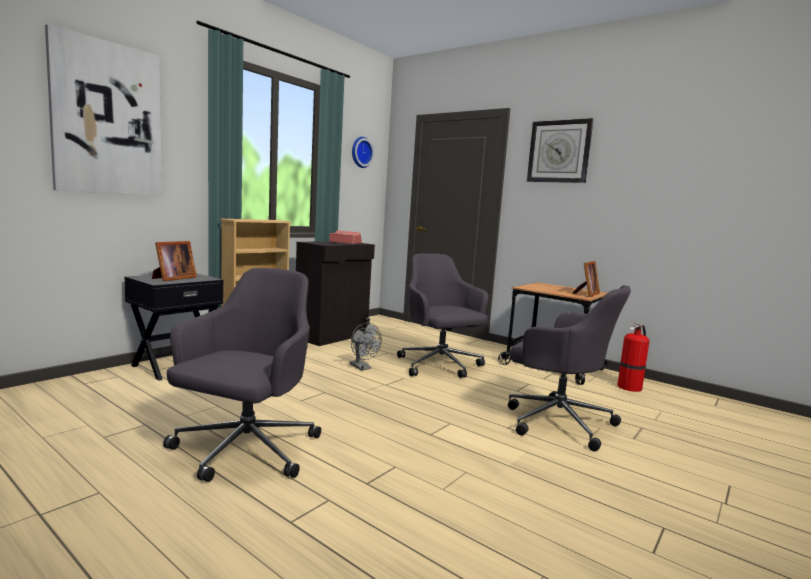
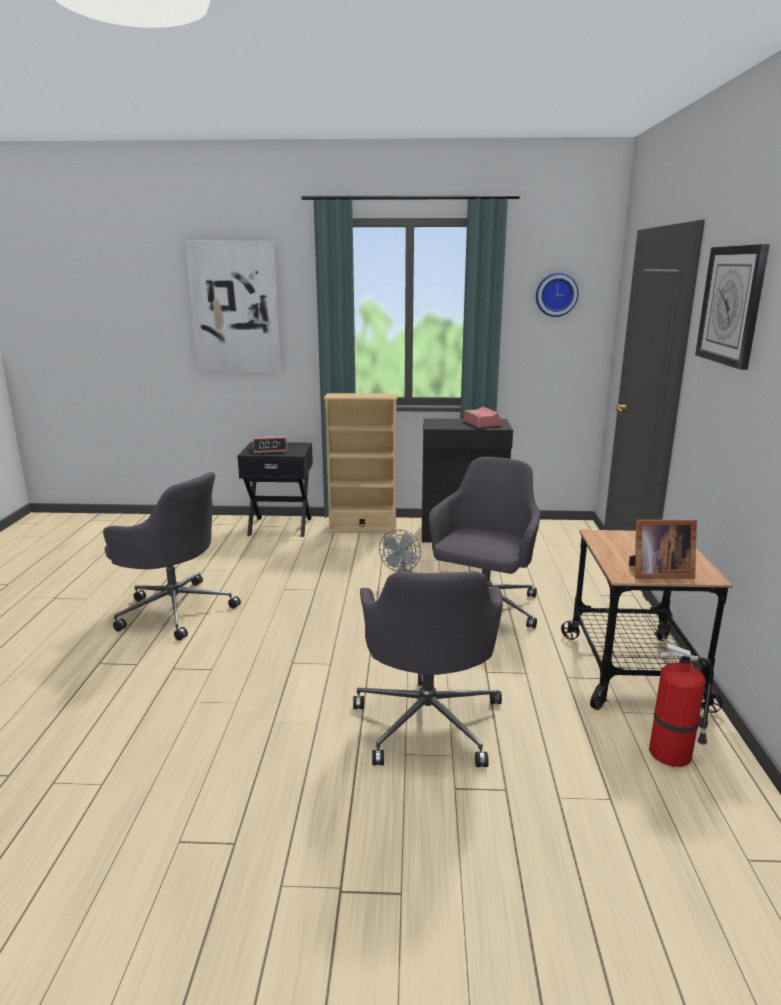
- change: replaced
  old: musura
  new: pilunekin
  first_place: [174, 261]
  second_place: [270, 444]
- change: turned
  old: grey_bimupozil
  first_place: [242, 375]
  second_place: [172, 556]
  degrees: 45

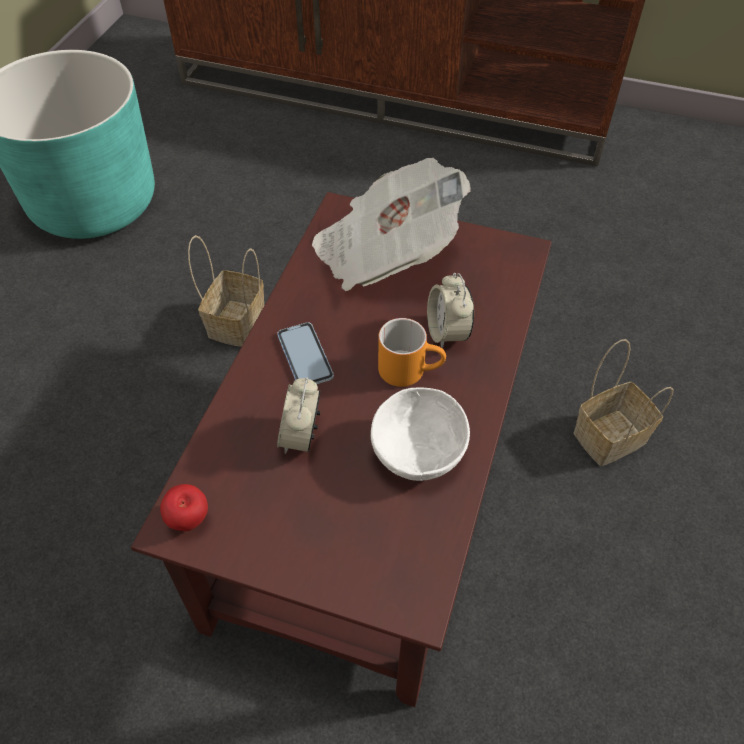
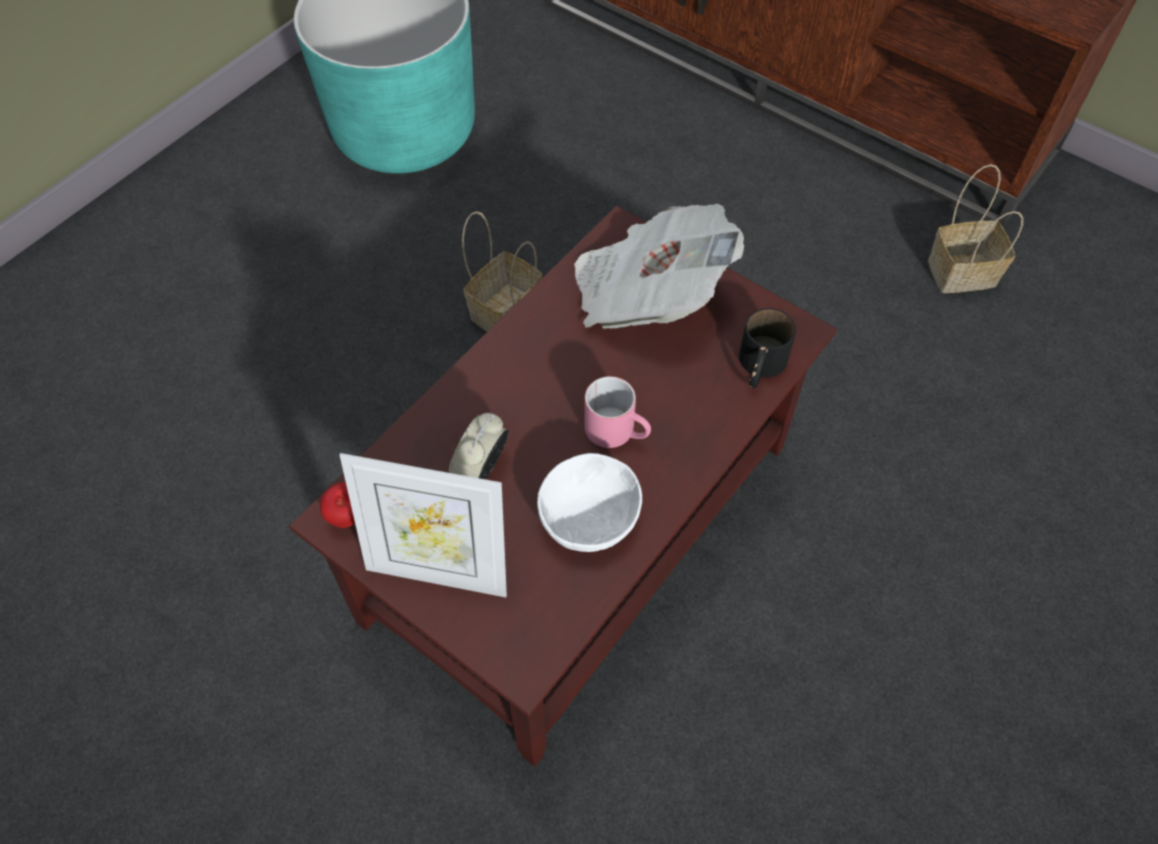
- change: removed
  old: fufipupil
  first_place: [305, 353]
- change: recoloured
  old: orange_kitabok
  new: pink_kitabok
  first_place: [412, 352]
  second_place: [618, 412]
- change: removed
  old: pilunekin
  first_place: [450, 311]
- change: moved
  old: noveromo
  first_place: [623, 402]
  second_place: [975, 228]
- change: added
  new: musura
  second_place: [423, 525]
- change: added
  new: black_kitabok
  second_place: [767, 348]

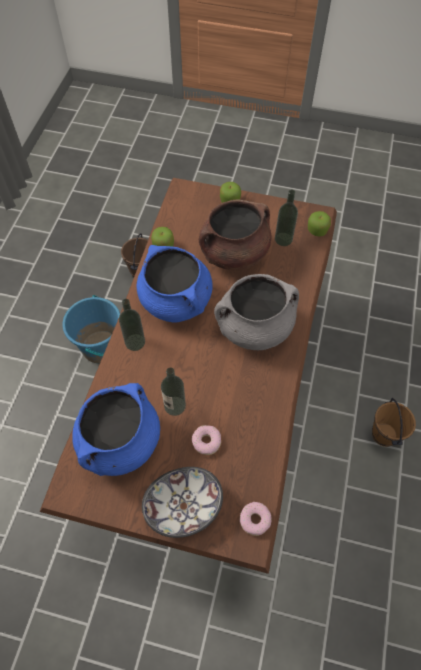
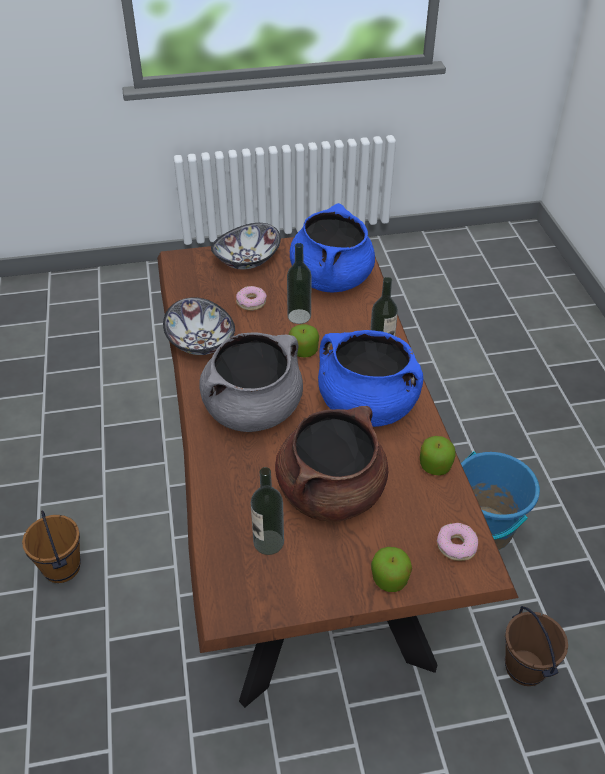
- change: moved
  old: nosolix
  first_place: [256, 519]
  second_place: [457, 542]
- change: moved
  old: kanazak
  first_place: [319, 224]
  second_place: [303, 341]
- change: added
  new: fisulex
  second_place: [199, 326]

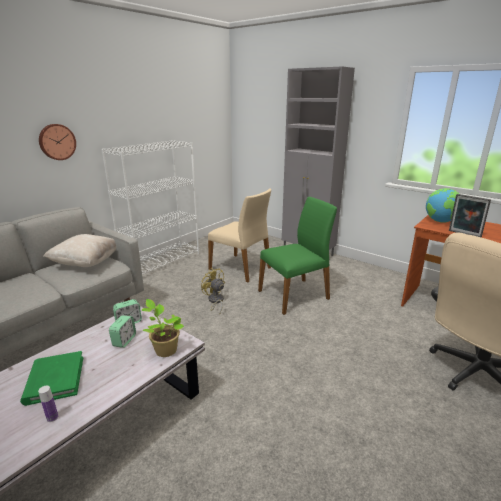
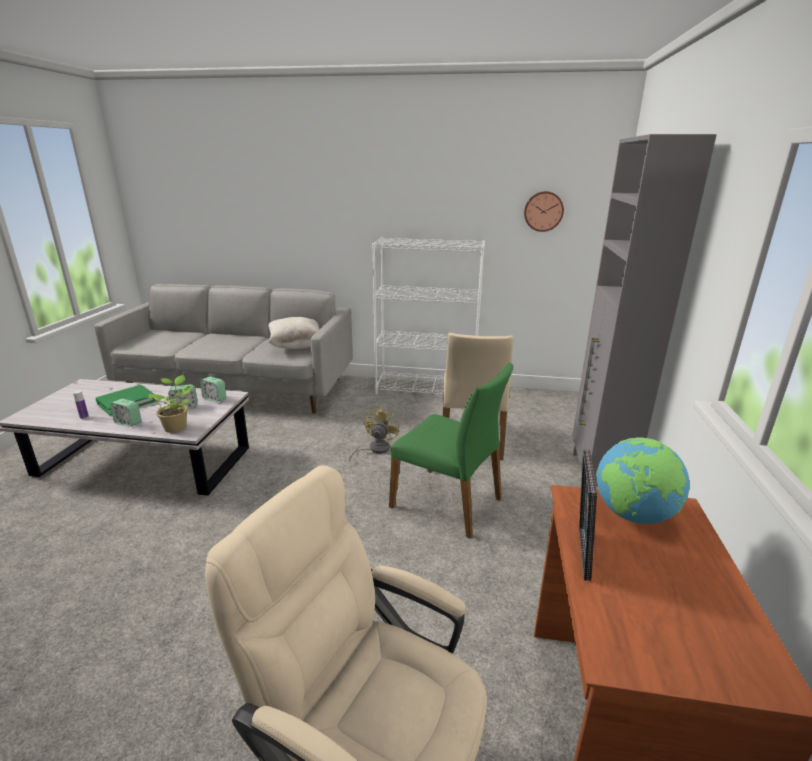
- change: moved
  old: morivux
  first_place: [57, 142]
  second_place: [544, 211]
- change: added
  new: pilunekin
  second_place: [125, 413]

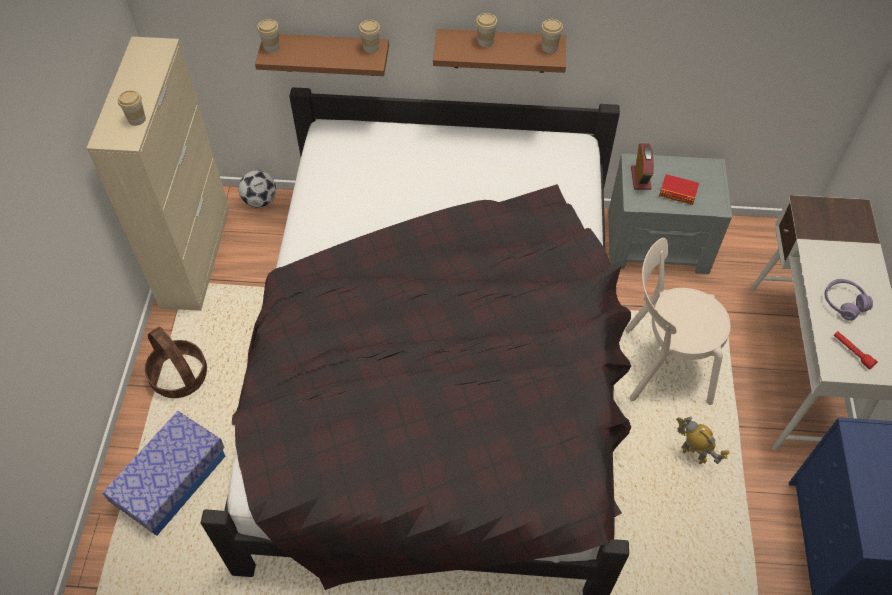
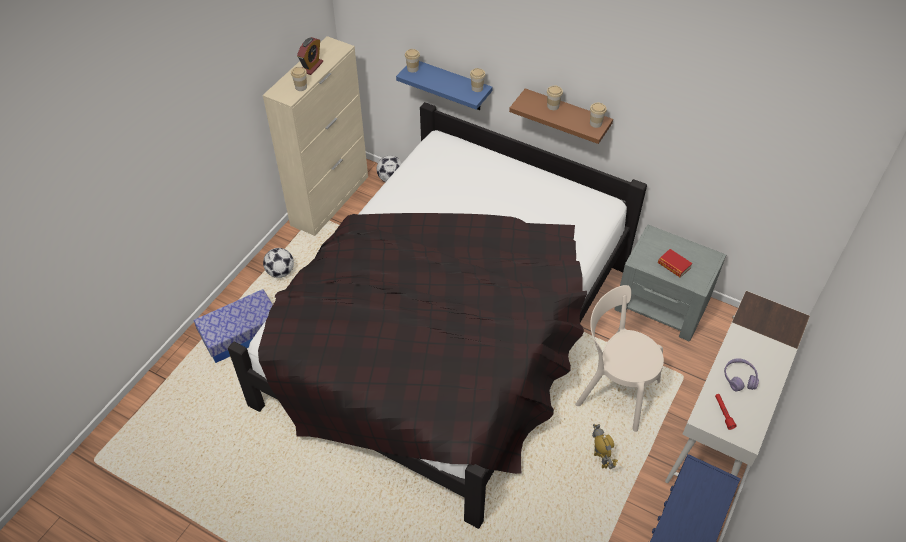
- change: replaced
  old: noveromo
  new: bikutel
  first_place: [176, 362]
  second_place: [278, 263]
- change: recoloured
  old: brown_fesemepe
  new: blue_fesemepe
  first_place: [322, 55]
  second_place: [444, 85]
- change: moved
  old: pilunekin
  first_place: [642, 167]
  second_place: [310, 56]

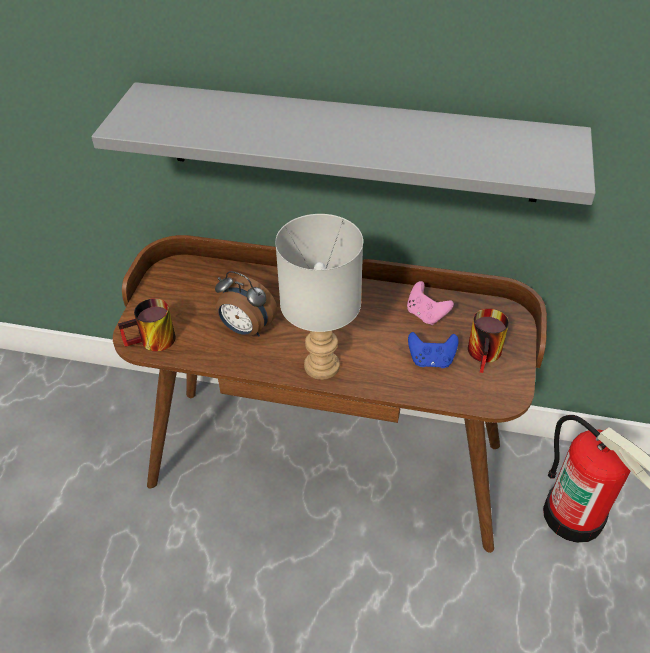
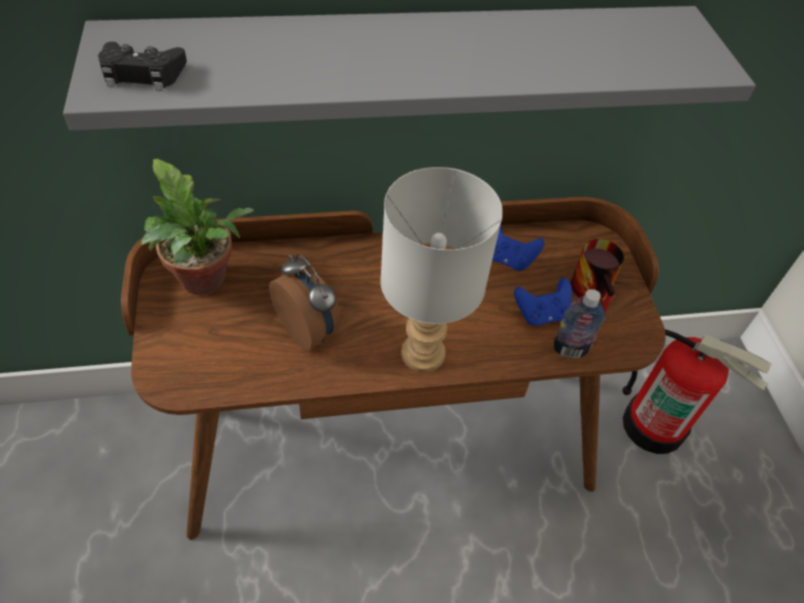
- change: removed
  old: kitabok
  first_place: [146, 325]
- change: turned
  old: pilunekin
  first_place: [246, 303]
  second_place: [304, 302]
  degrees: -135
- change: recoloured
  old: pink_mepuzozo
  new: blue_mepuzozo
  first_place: [430, 303]
  second_place: [518, 248]
- change: added
  new: black_mepuzozo
  second_place: [142, 66]
- change: added
  new: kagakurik
  second_place: [197, 227]
- change: added
  new: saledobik
  second_place: [579, 323]

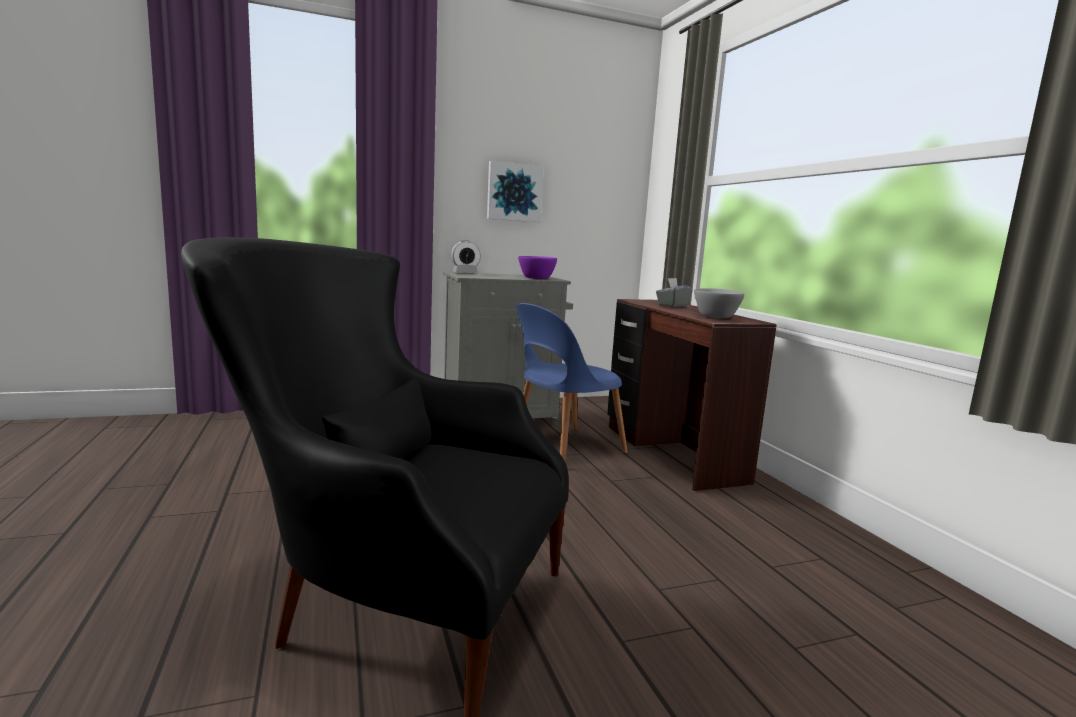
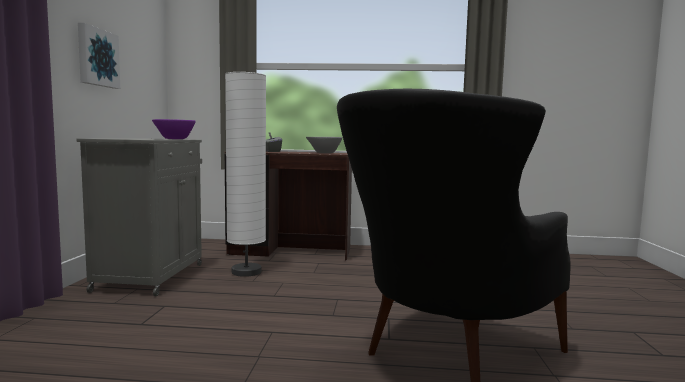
- change: removed
  old: pilunekin
  first_place: [466, 256]
- change: replaced
  old: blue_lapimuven
  new: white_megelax
  first_place: [572, 383]
  second_place: [245, 174]

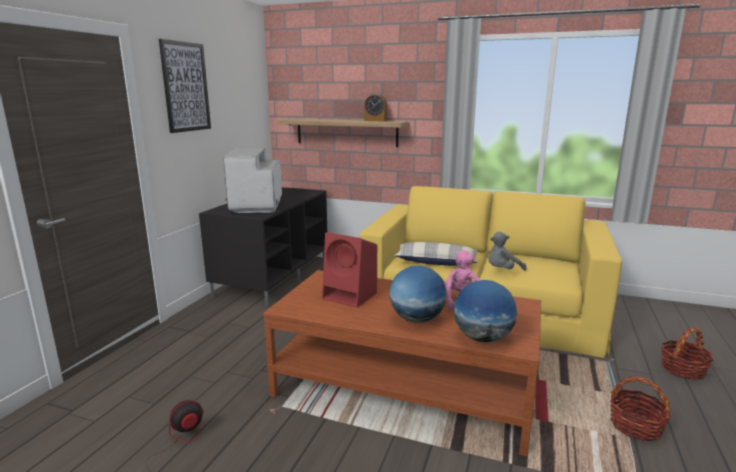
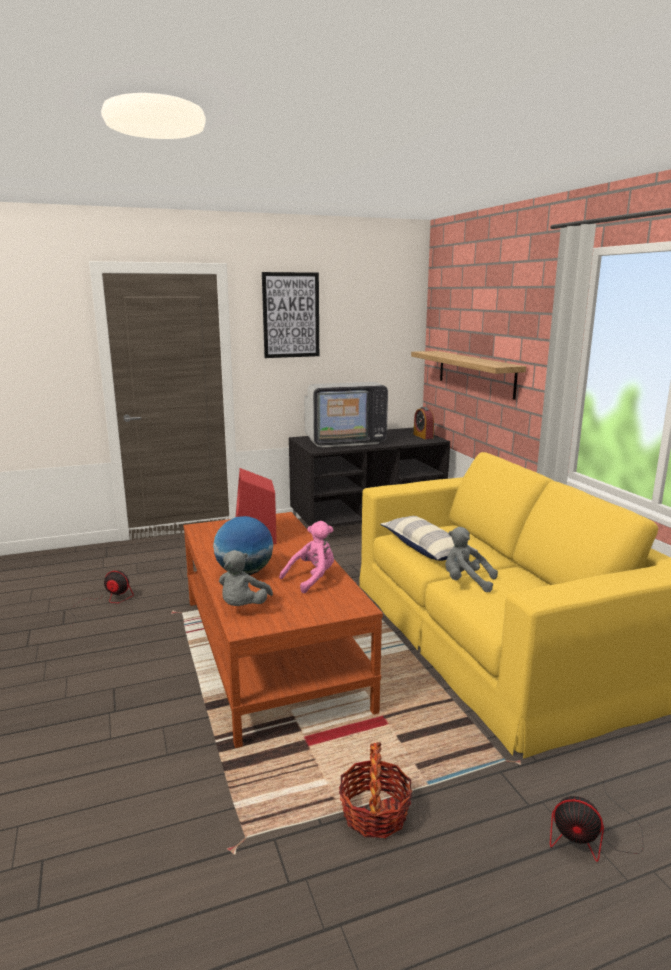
- change: turned
  old: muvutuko
  first_place: [253, 180]
  second_place: [346, 414]
  degrees: -150
- change: moved
  old: pilunekin
  first_place: [375, 107]
  second_place: [424, 423]
- change: replaced
  old: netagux
  new: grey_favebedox
  first_place: [485, 311]
  second_place: [246, 578]
- change: replaced
  old: noveromo
  new: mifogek
  first_place: [687, 353]
  second_place: [596, 825]

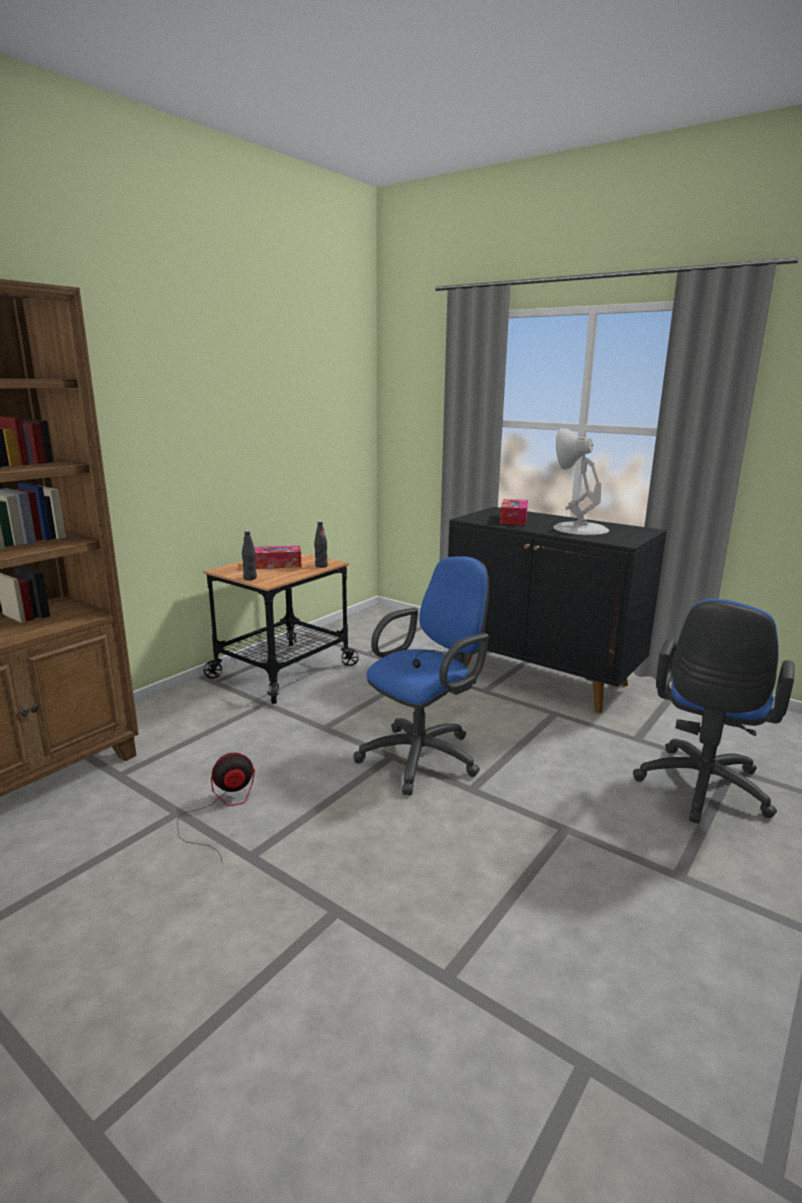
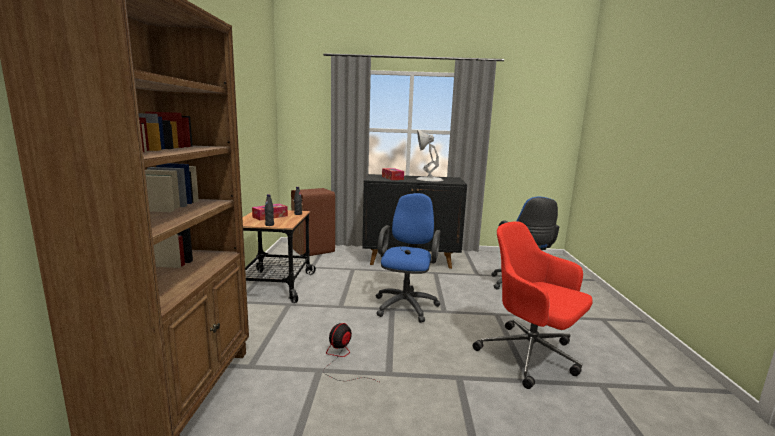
- change: added
  new: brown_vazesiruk
  second_place: [313, 222]
- change: added
  new: red_bimupozil
  second_place: [533, 305]

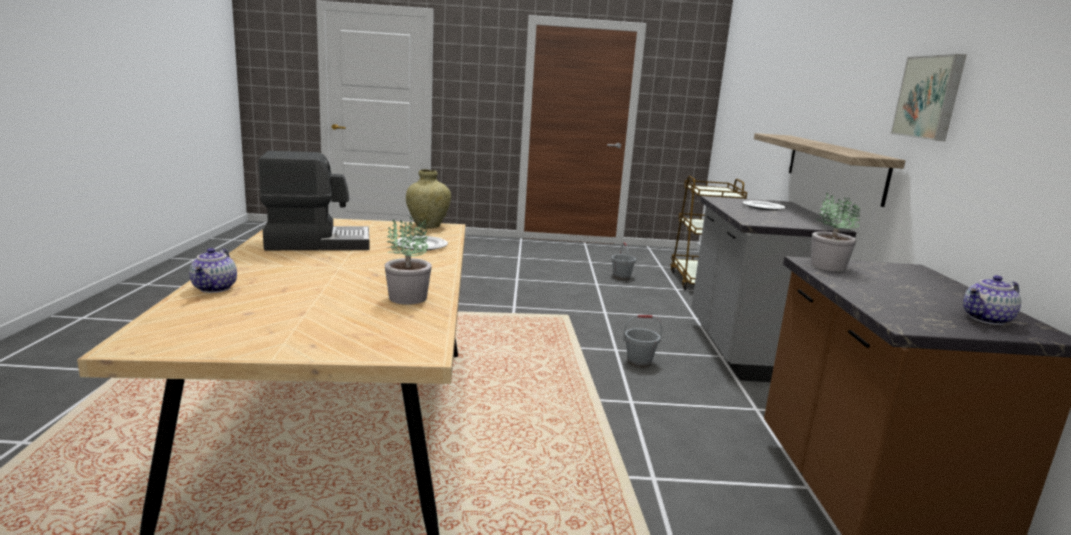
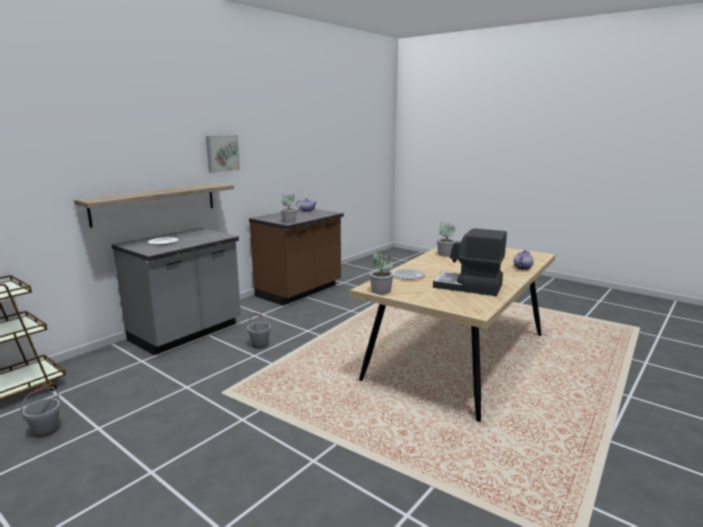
- change: replaced
  old: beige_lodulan
  new: kagakurik
  first_place: [428, 199]
  second_place: [381, 272]

